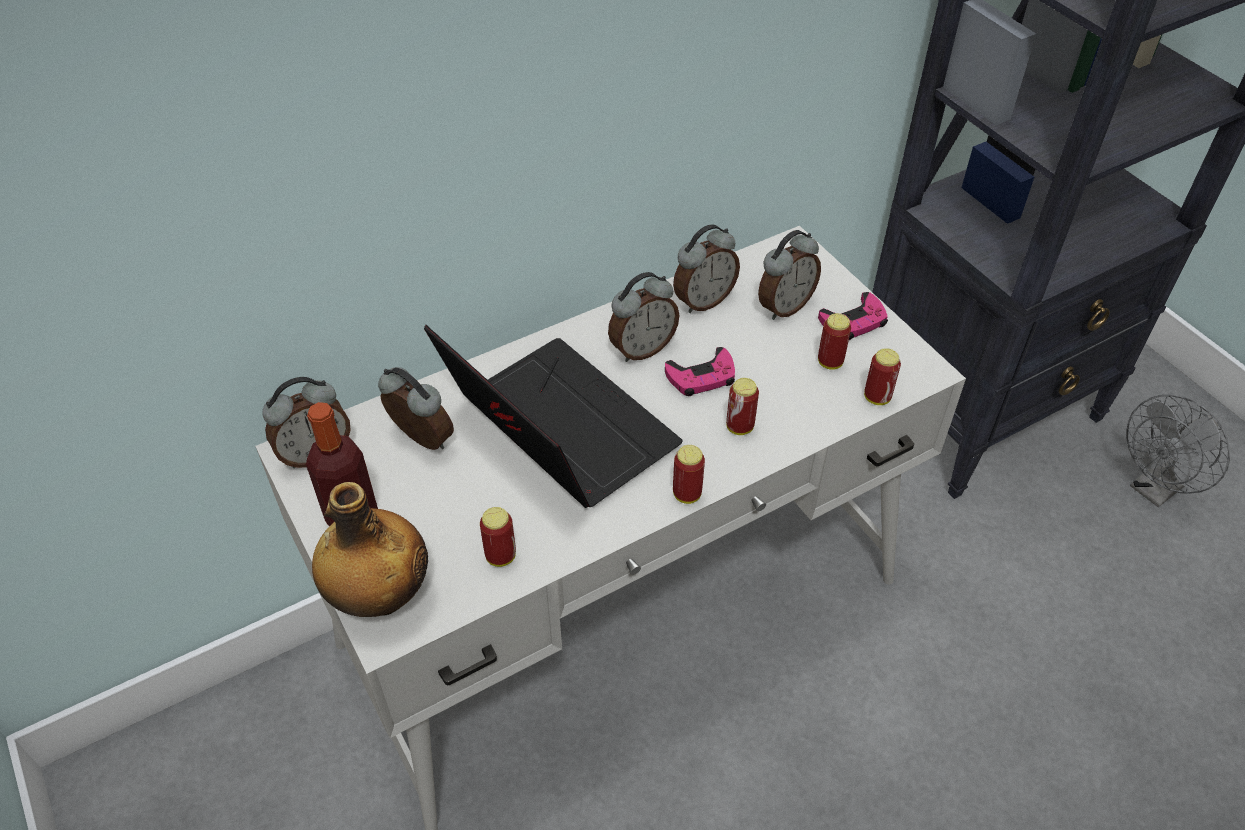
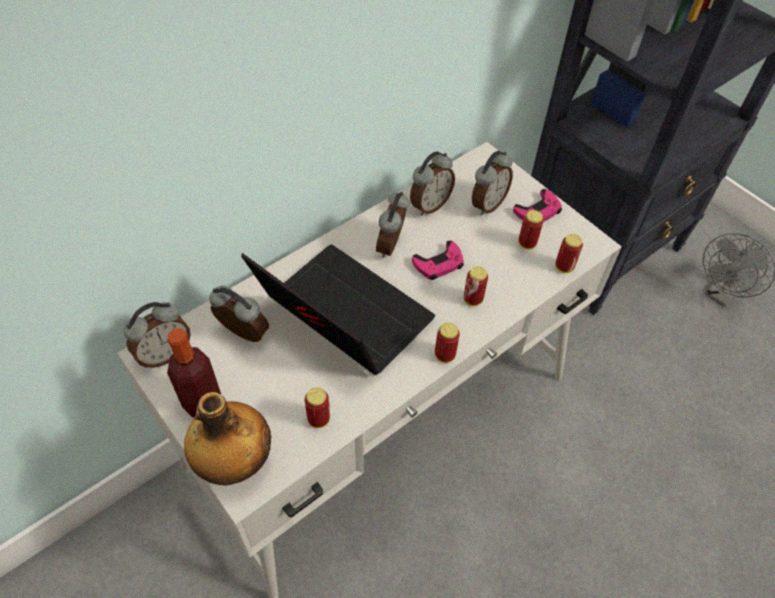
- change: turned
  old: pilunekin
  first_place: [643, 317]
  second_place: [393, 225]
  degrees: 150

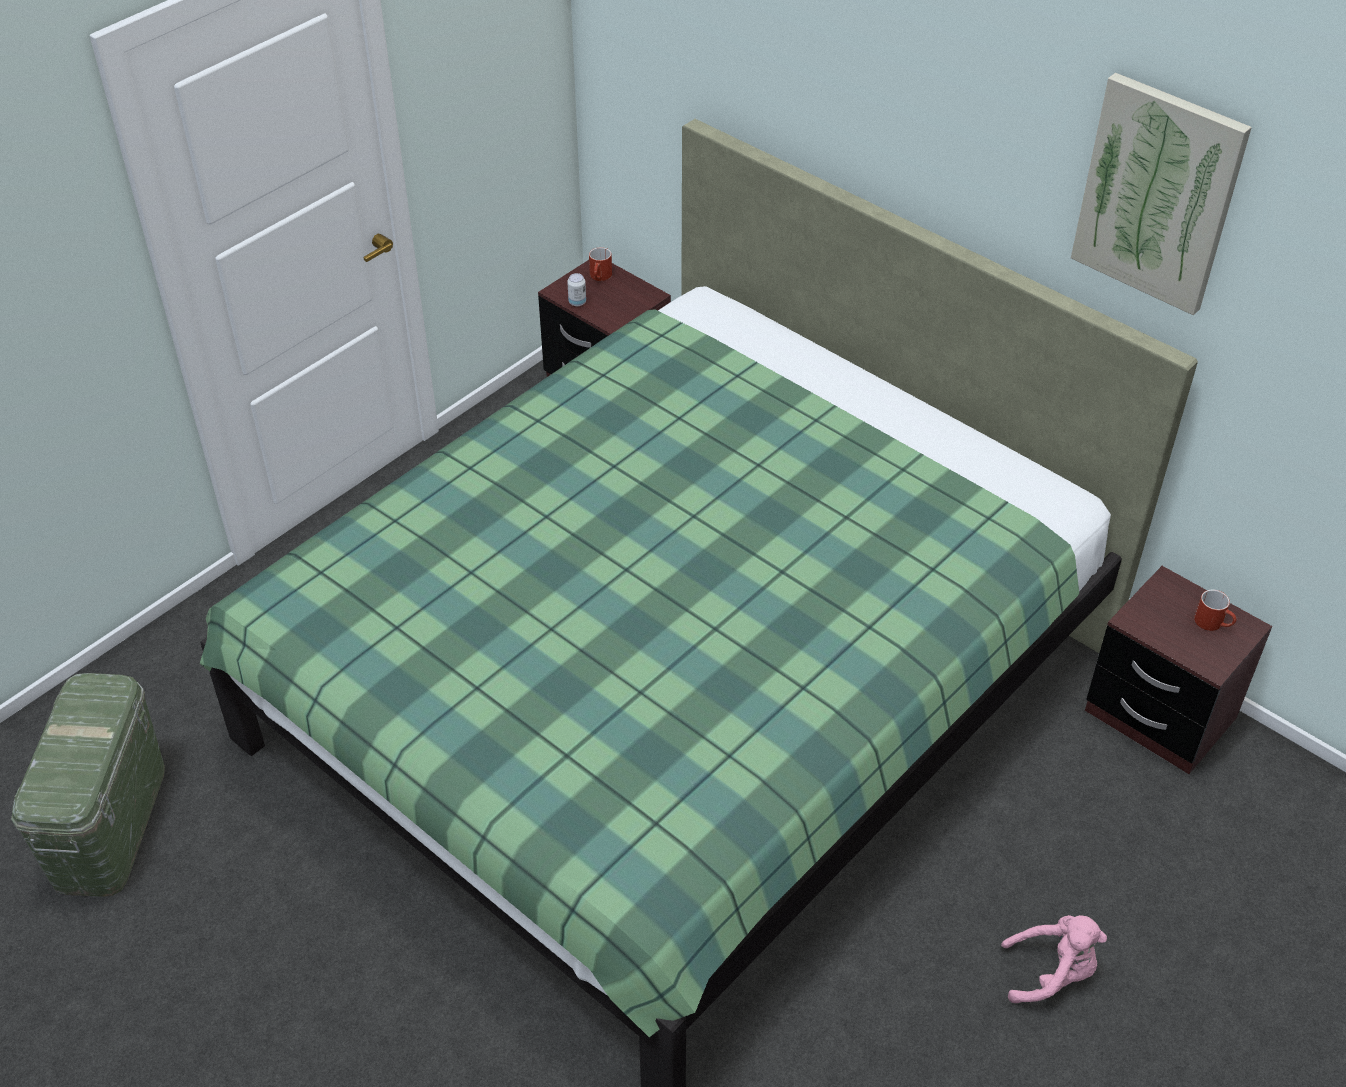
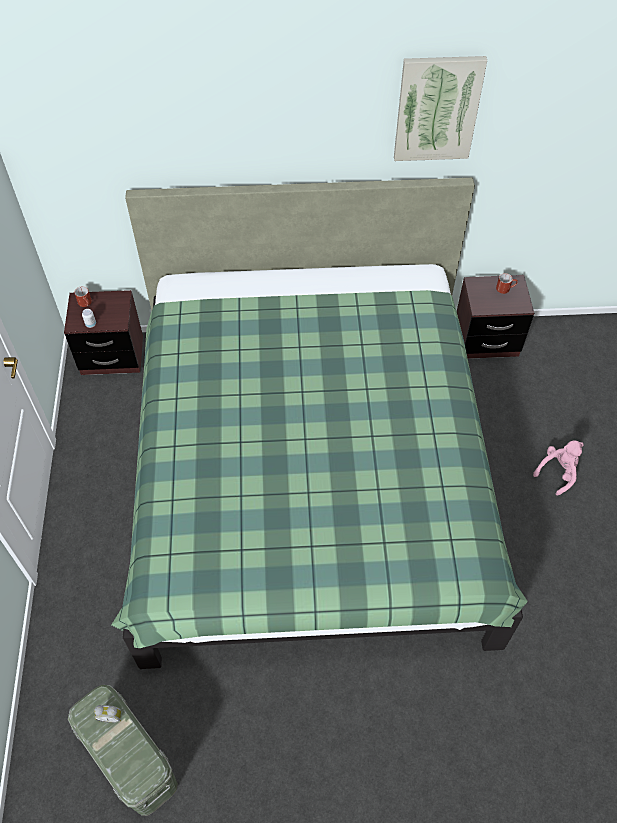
- change: added
  new: pilunekin
  second_place: [107, 714]

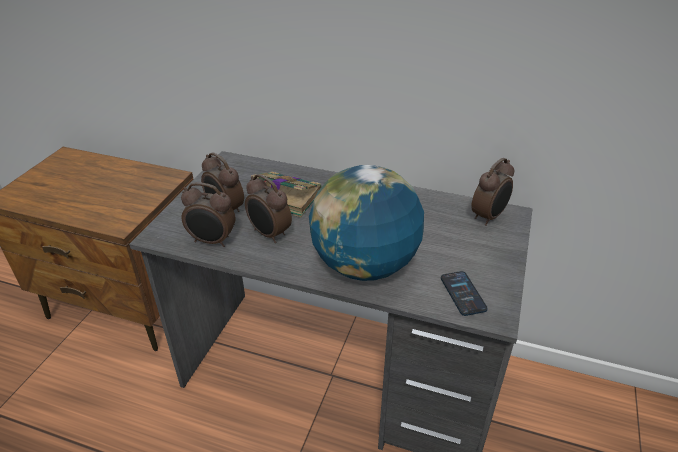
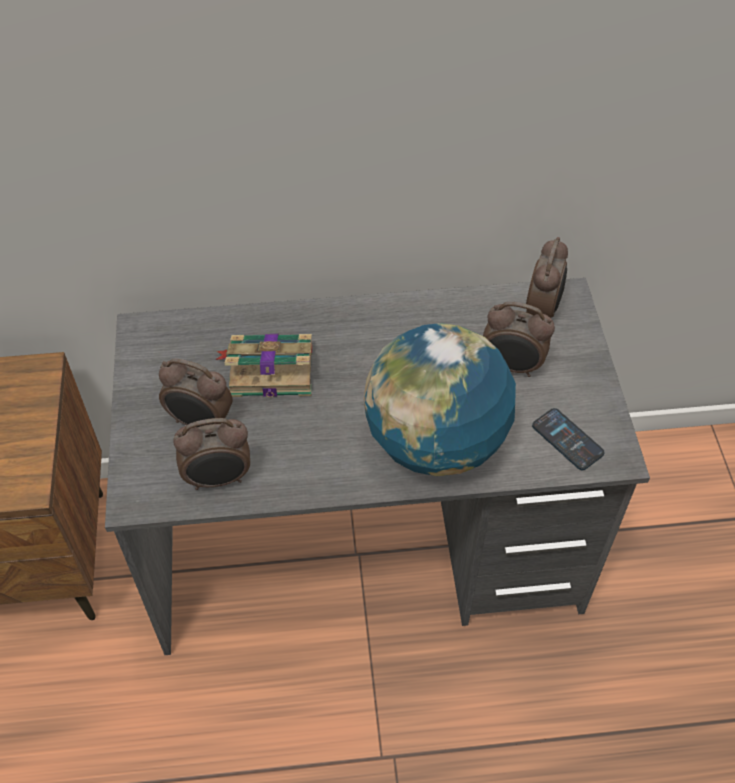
- change: moved
  old: pilunekin
  first_place: [268, 208]
  second_place: [519, 339]

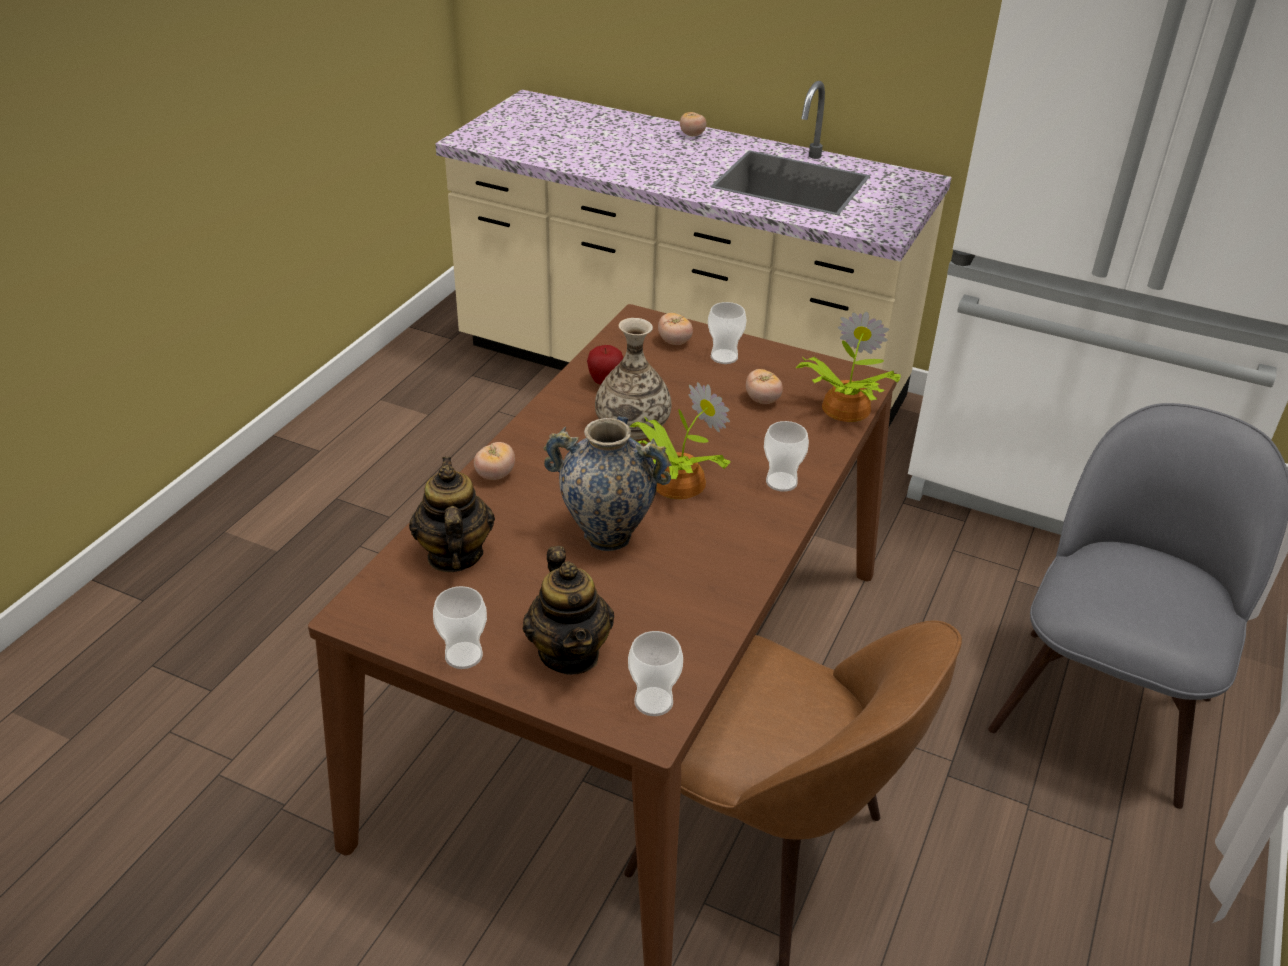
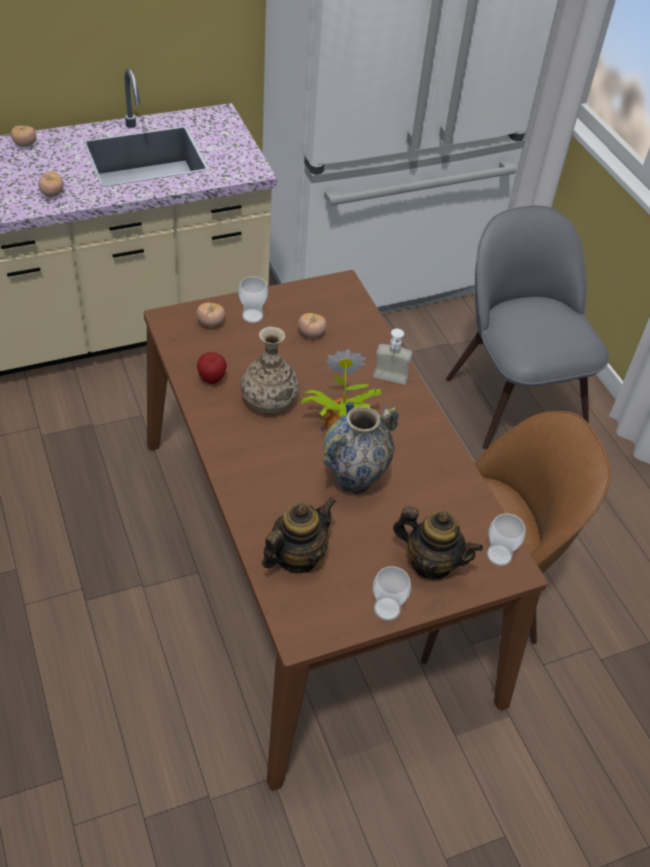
- change: turned
  old: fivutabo
  first_place: [452, 514]
  second_place: [299, 535]
  degrees: 105
- change: moved
  old: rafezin
  first_place: [494, 461]
  second_place: [51, 184]
- change: replaced
  old: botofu
  new: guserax
  first_place: [786, 456]
  second_place: [392, 357]
- change: removed
  old: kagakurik
  first_place: [848, 367]

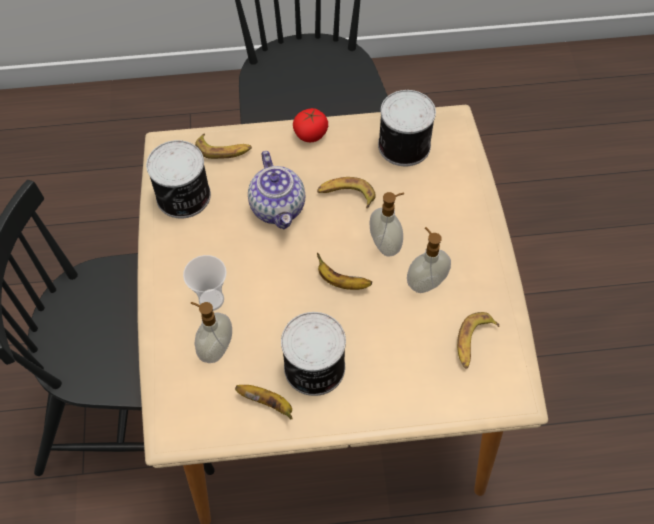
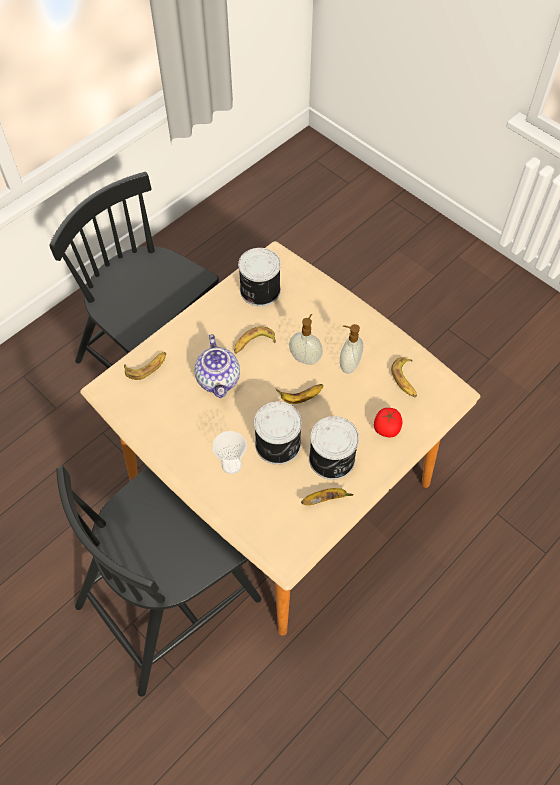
- change: moved
  old: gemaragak
  first_place: [178, 179]
  second_place: [278, 433]
- change: removed
  old: guserax
  first_place: [211, 332]
- change: turned
  old: fivutabo
  first_place: [276, 190]
  second_place: [217, 366]
  degrees: 45
- change: moved
  old: rafezin
  first_place: [310, 125]
  second_place: [388, 422]

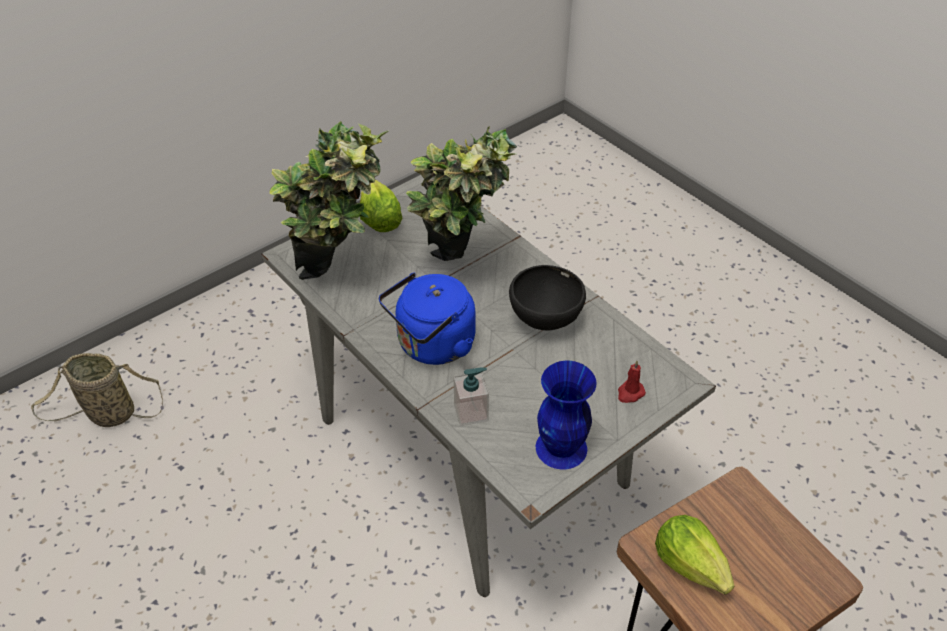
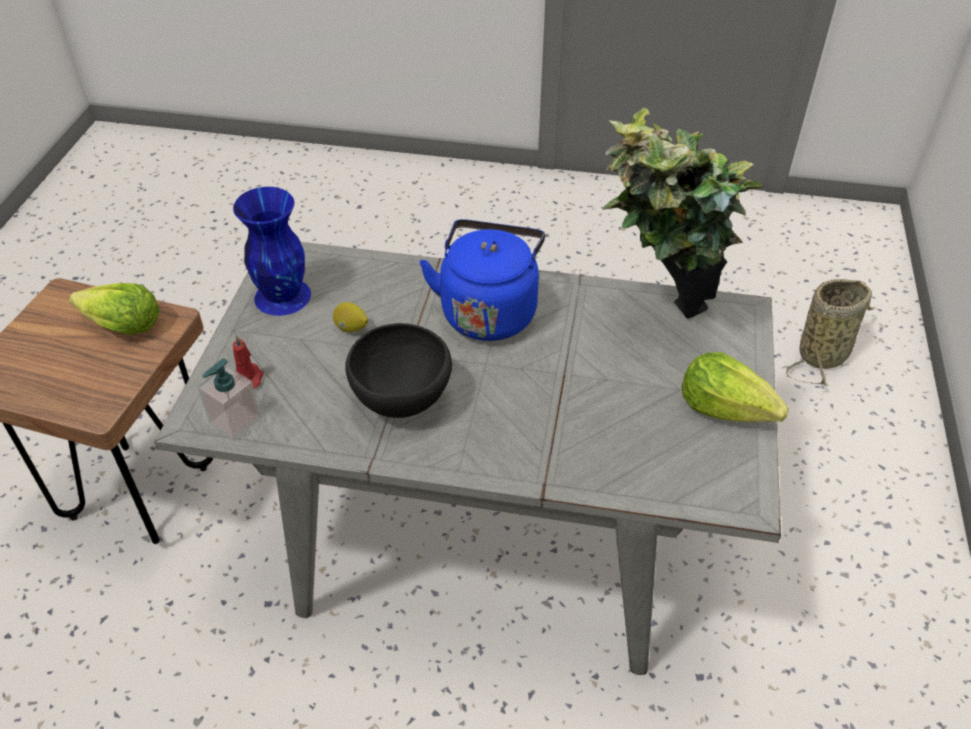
- change: removed
  old: kagakurik
  first_place: [461, 194]
- change: moved
  old: guserax
  first_place: [471, 396]
  second_place: [229, 400]
- change: added
  new: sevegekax
  second_place: [350, 317]

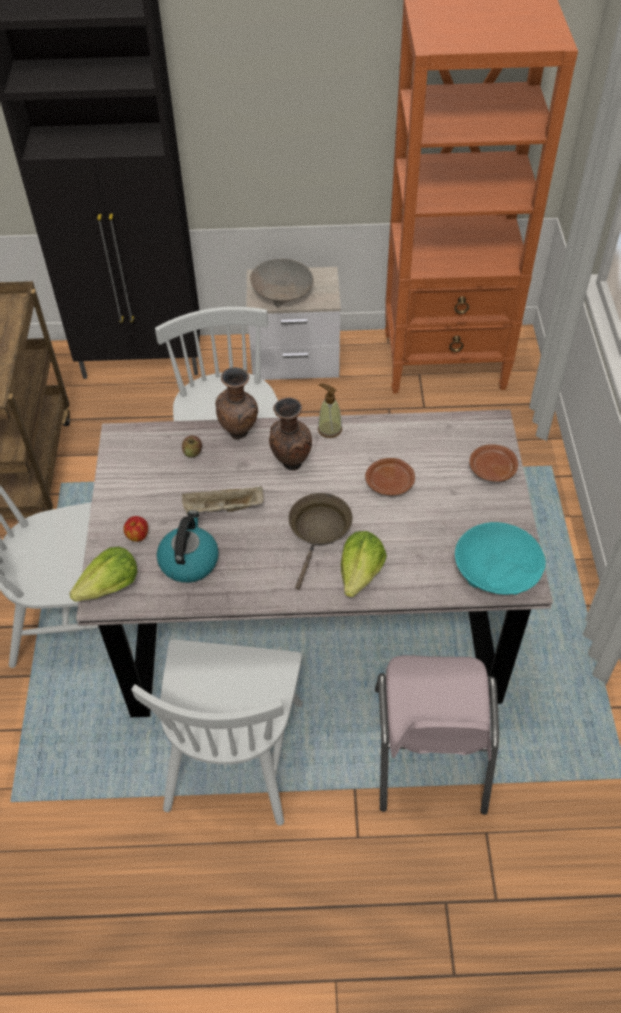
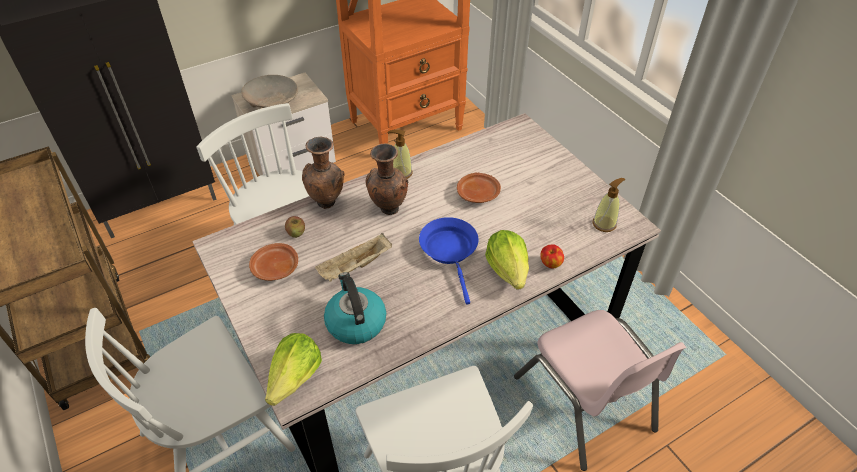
- change: moved
  old: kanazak
  first_place: [136, 529]
  second_place: [552, 256]
- change: recoloured
  old: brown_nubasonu
  new: blue_nubasonu
  first_place: [321, 541]
  second_place: [449, 261]
- change: replaced
  old: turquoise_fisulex
  new: guserax
  first_place: [500, 558]
  second_place: [608, 205]
- change: moved
  old: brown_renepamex
  first_place: [493, 463]
  second_place: [273, 262]

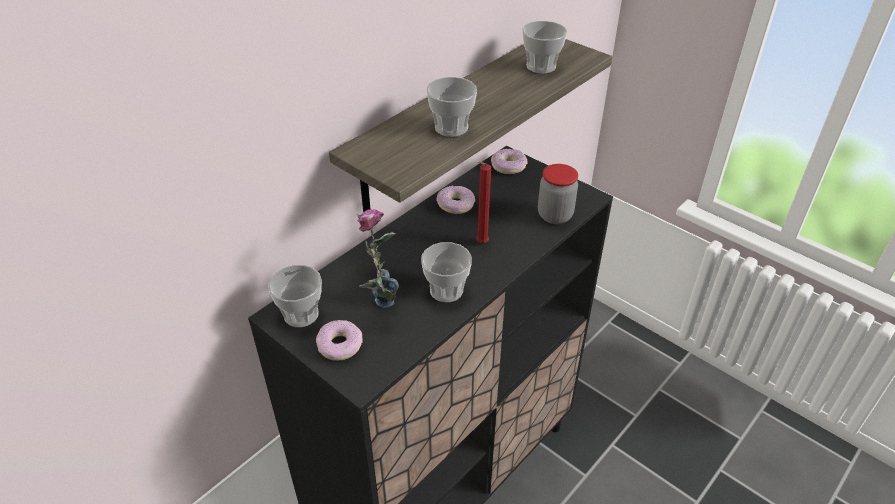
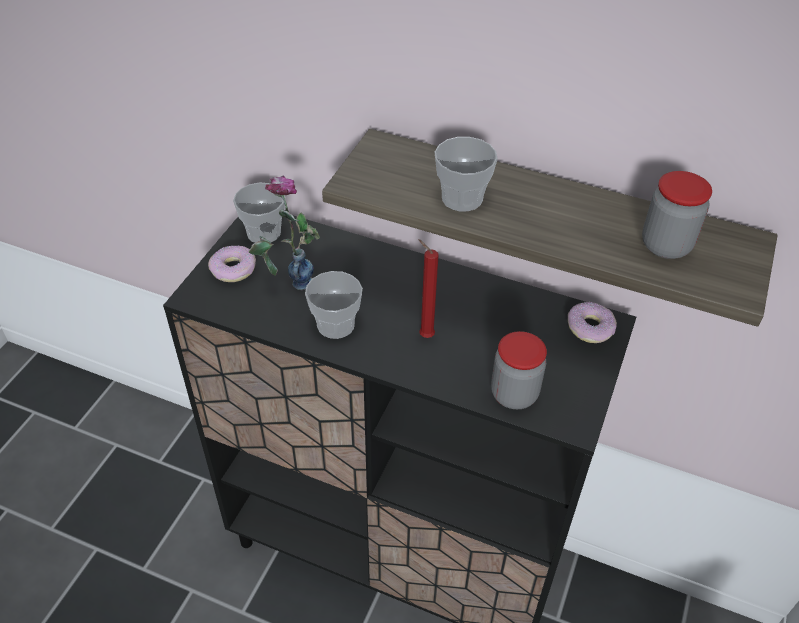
- change: removed
  old: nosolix
  first_place: [455, 200]
- change: replaced
  old: botofu
  new: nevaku
  first_place: [544, 47]
  second_place: [677, 215]

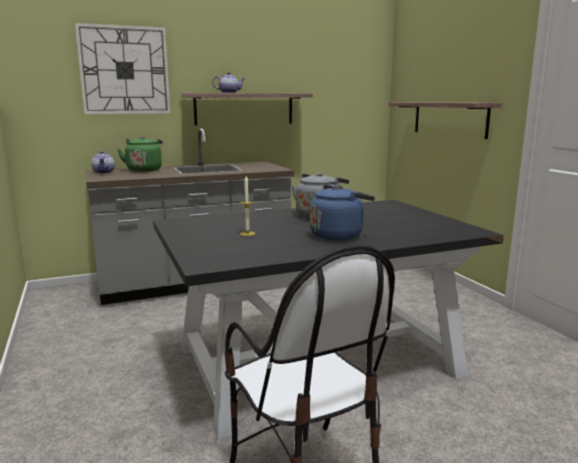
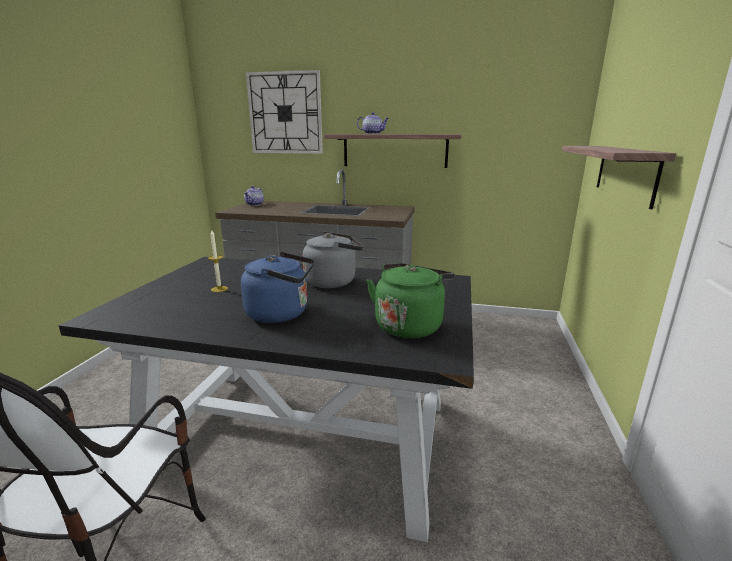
- change: moved
  old: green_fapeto
  first_place: [140, 154]
  second_place: [410, 300]

